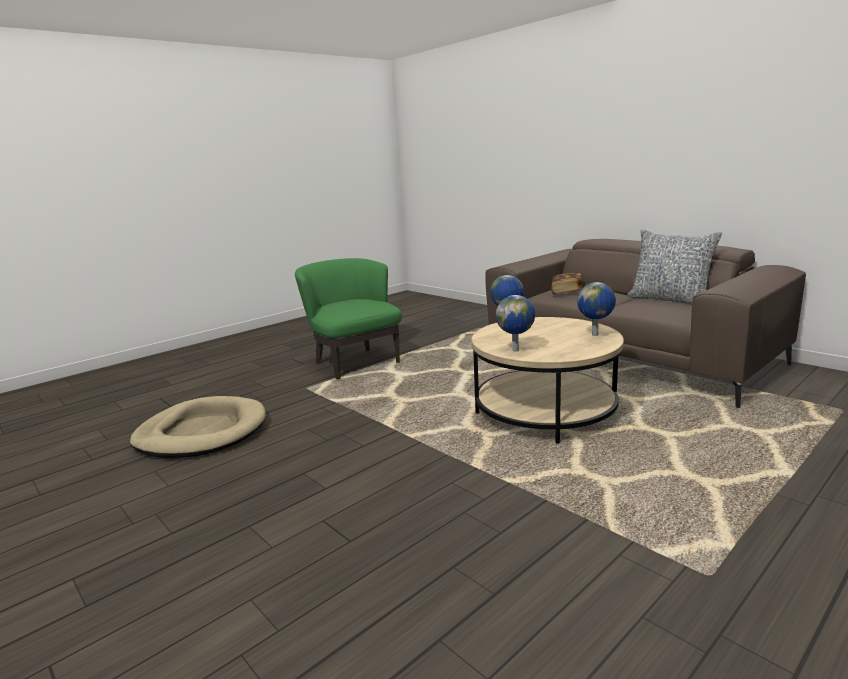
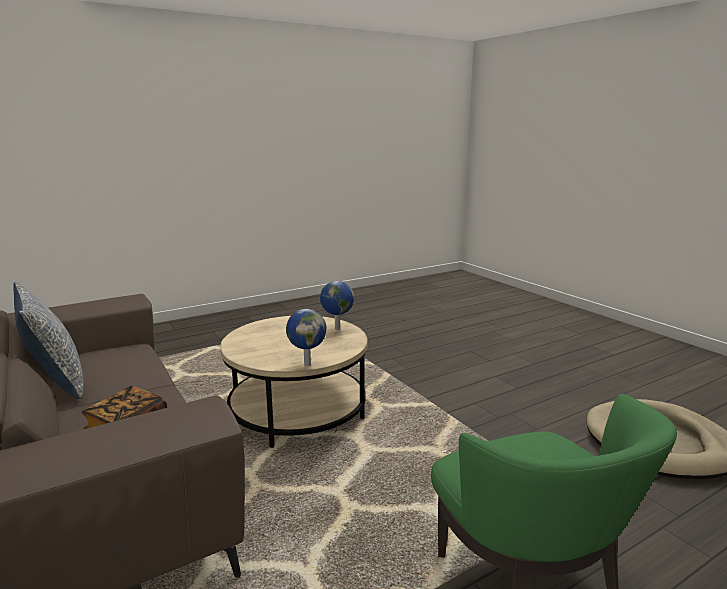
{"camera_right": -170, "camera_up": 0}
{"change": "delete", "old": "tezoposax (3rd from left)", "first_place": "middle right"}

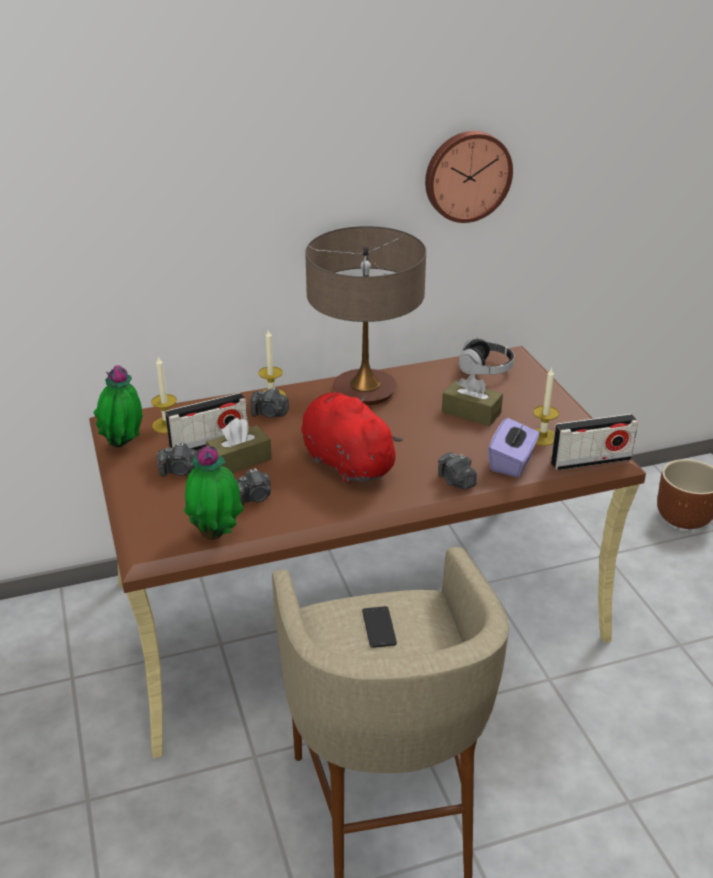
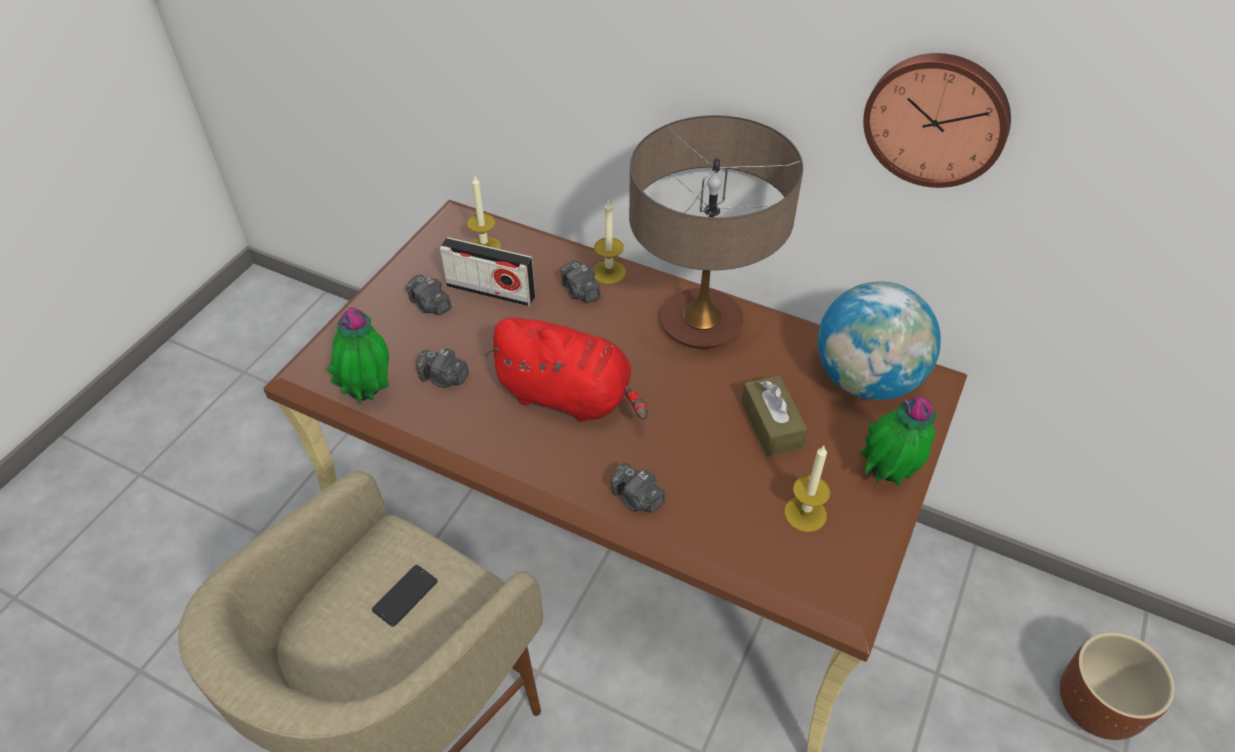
{"camera_right": 45, "camera_up": 15}
{"change": "replace", "old": "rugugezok", "new": "tezoposax", "first_place": "middle right", "second_place": "middle right"}
{"change": "move", "old": "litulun (1st from left in the first image)", "new": "litulun (2nd from left)", "first_place": "middle left", "second_place": "middle right"}
{"change": "rotate", "old": "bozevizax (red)", "first_place": "centre", "second_place": "centre", "degrees": 105}
{"change": "delete", "old": "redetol (2nd from left)", "first_place": "middle right"}
{"change": "delete", "old": "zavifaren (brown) (1st from left)", "first_place": "centre"}
{"change": "delete", "old": "zavifaren (purple)", "first_place": "middle right"}
{"change": "rotate", "old": "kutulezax (4th from left)", "first_place": "centre", "second_place": "centre", "degrees": -60}

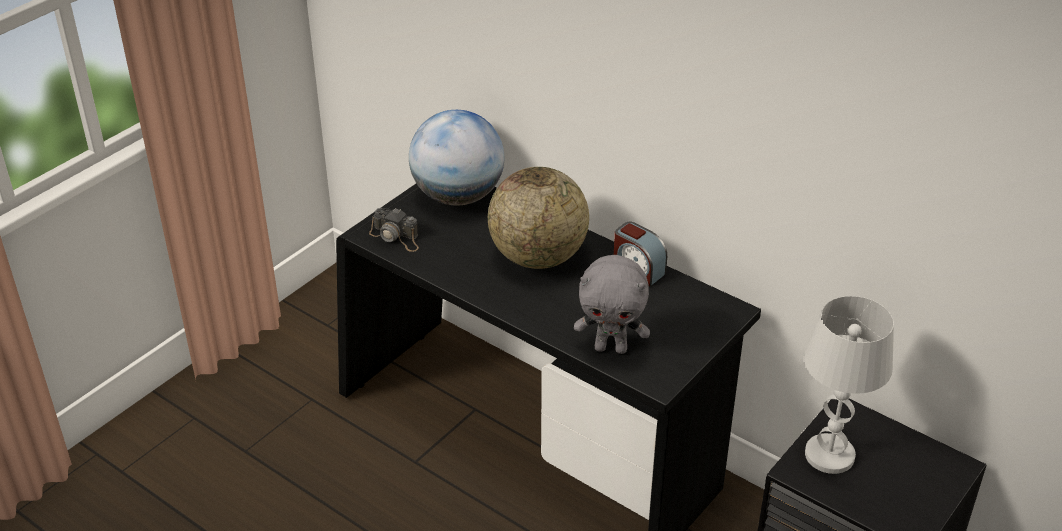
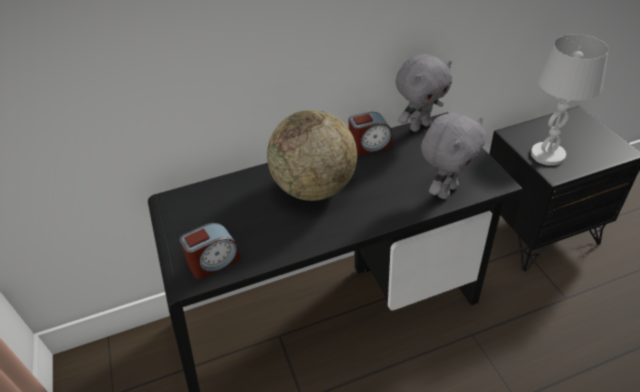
{"camera_right": -55, "camera_up": 5}
{"change": "delete", "old": "tezoposax (1st from left)", "first_place": "top centre"}
{"change": "replace", "old": "kutulezax", "new": "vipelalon (1st from left)", "first_place": "centre", "second_place": "middle left"}
{"change": "insert", "new": "bozevizax (grey) (1st from left)", "second_place": "top centre"}

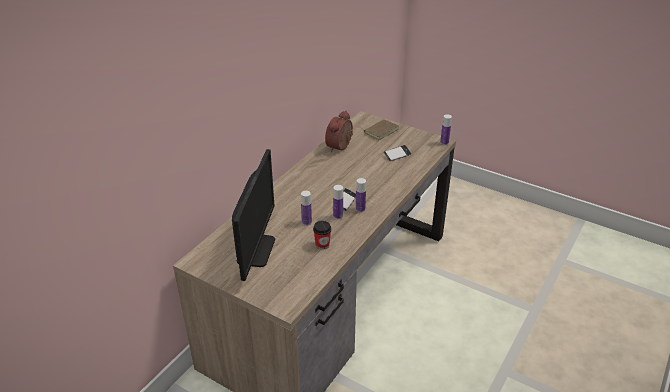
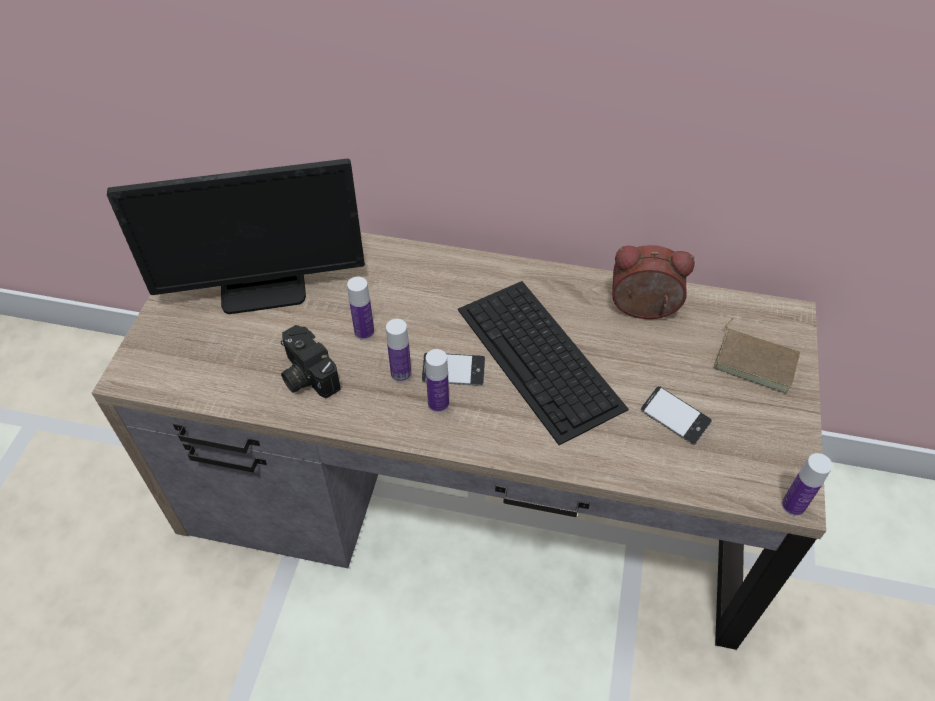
{"camera_right": 70, "camera_up": 15}
{"change": "replace", "old": "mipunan", "new": "kutulezax", "first_place": "centre", "second_place": "middle left"}
{"change": "insert", "new": "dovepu", "second_place": "centre"}

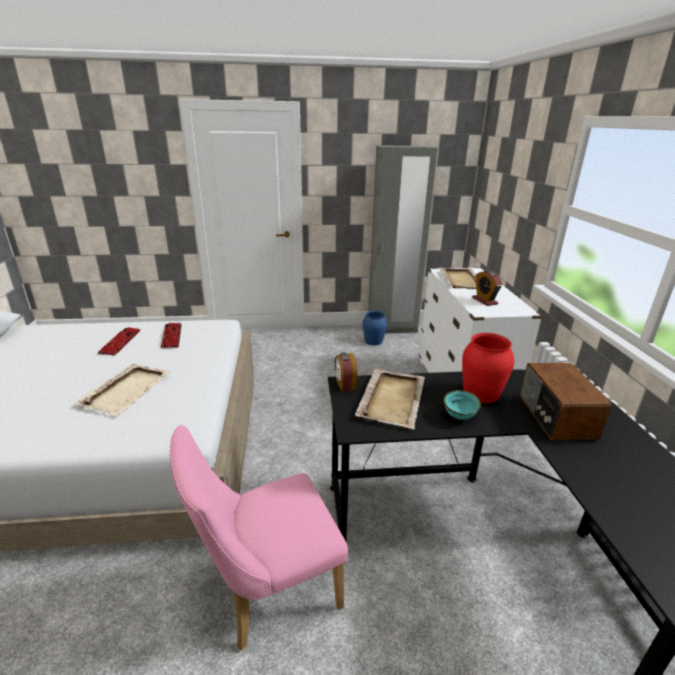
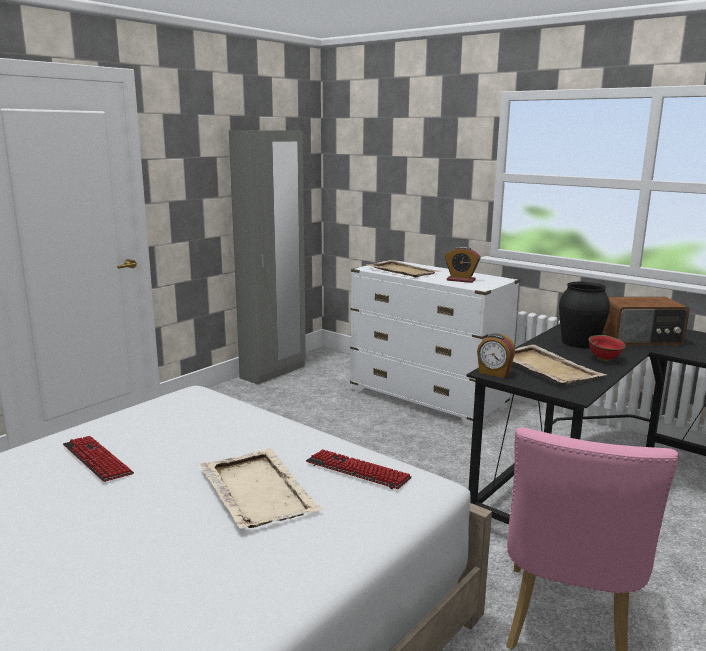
{"camera_right": -45, "camera_up": -10}
{"change": "delete", "old": "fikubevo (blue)", "first_place": "centre"}
{"change": "move", "old": "dovepu (2nd from left)", "first_place": "middle left", "second_place": "bottom centre"}
{"change": "recolor", "old": "fikubevo (red)", "new": "fikubevo (black)", "first_place": "middle right", "second_place": "middle right"}
{"change": "rotate", "old": "redetol", "first_place": "middle right", "second_place": "middle right", "degrees": -45}
{"change": "recolor", "old": "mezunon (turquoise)", "new": "mezunon (red)", "first_place": "middle right", "second_place": "middle right"}

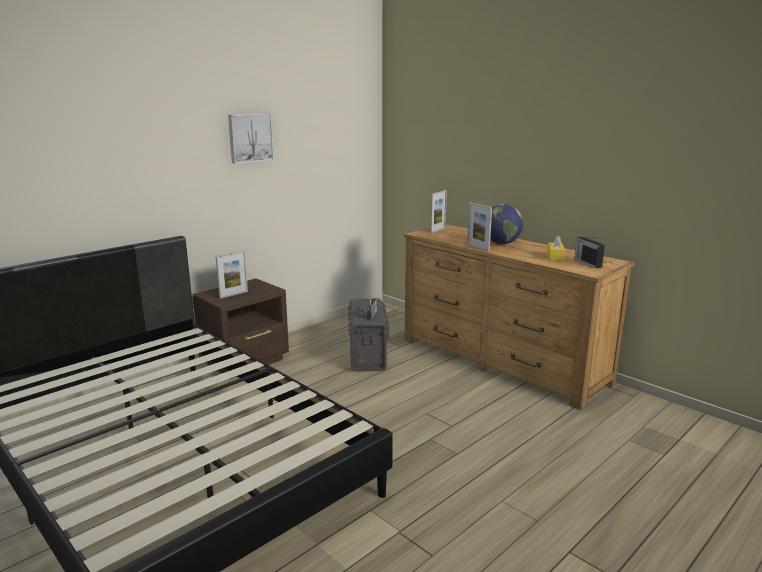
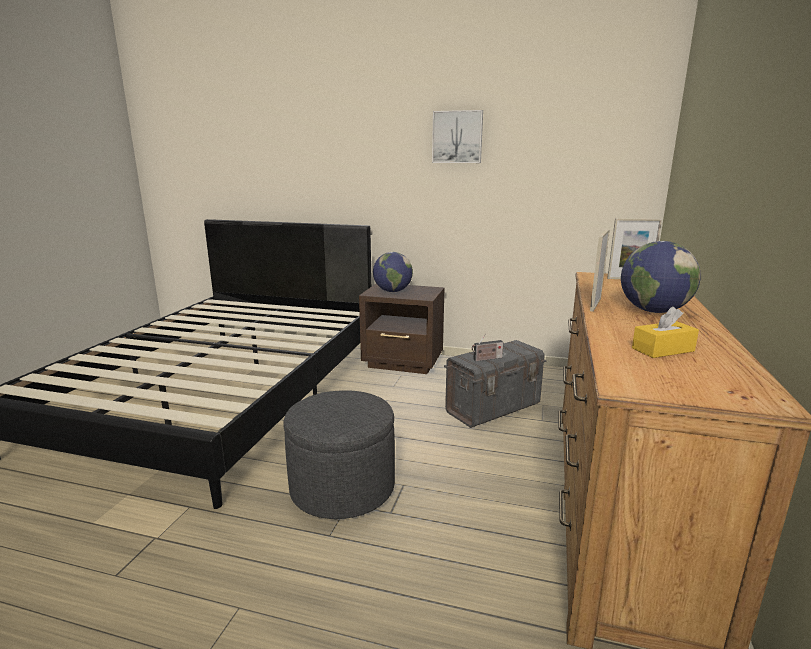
{"camera_right": 60, "camera_up": 0}
{"change": "delete", "old": "redetol (2nd from left)", "first_place": "middle right"}
{"change": "replace", "old": "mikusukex (1st from left)", "new": "tezoposax (1st from left)", "first_place": "middle left", "second_place": "centre"}
{"change": "insert", "new": "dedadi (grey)", "second_place": "bottom centre"}

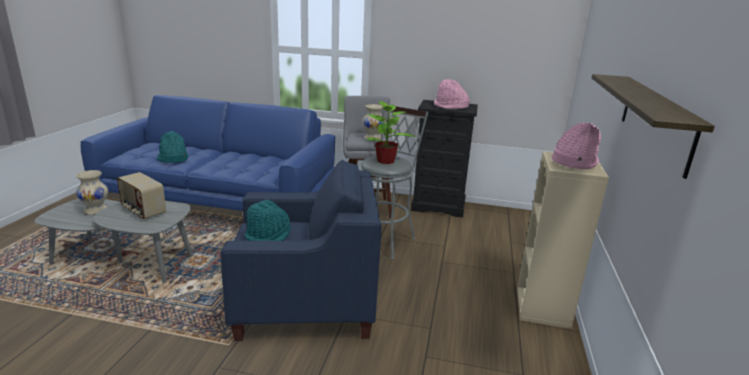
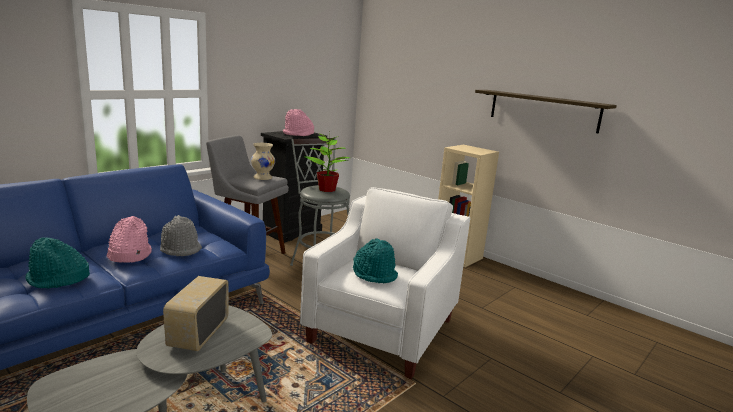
{"camera_right": -60, "camera_up": -5}
{"change": "move", "old": "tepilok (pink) (2nd from left in the first image)", "new": "tepilok (pink) (1st from left)", "first_place": "middle right", "second_place": "middle left"}
{"change": "recolor", "old": "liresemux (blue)", "new": "liresemux (white)", "first_place": "bottom centre", "second_place": "bottom centre"}
{"change": "delete", "old": "fikubevo (beige) (1st from left)", "first_place": "middle left"}
{"change": "rotate", "old": "redetol", "first_place": "middle left", "second_place": "bottom left", "degrees": 120}
{"change": "insert", "new": "tepilok (grey)", "second_place": "middle left"}

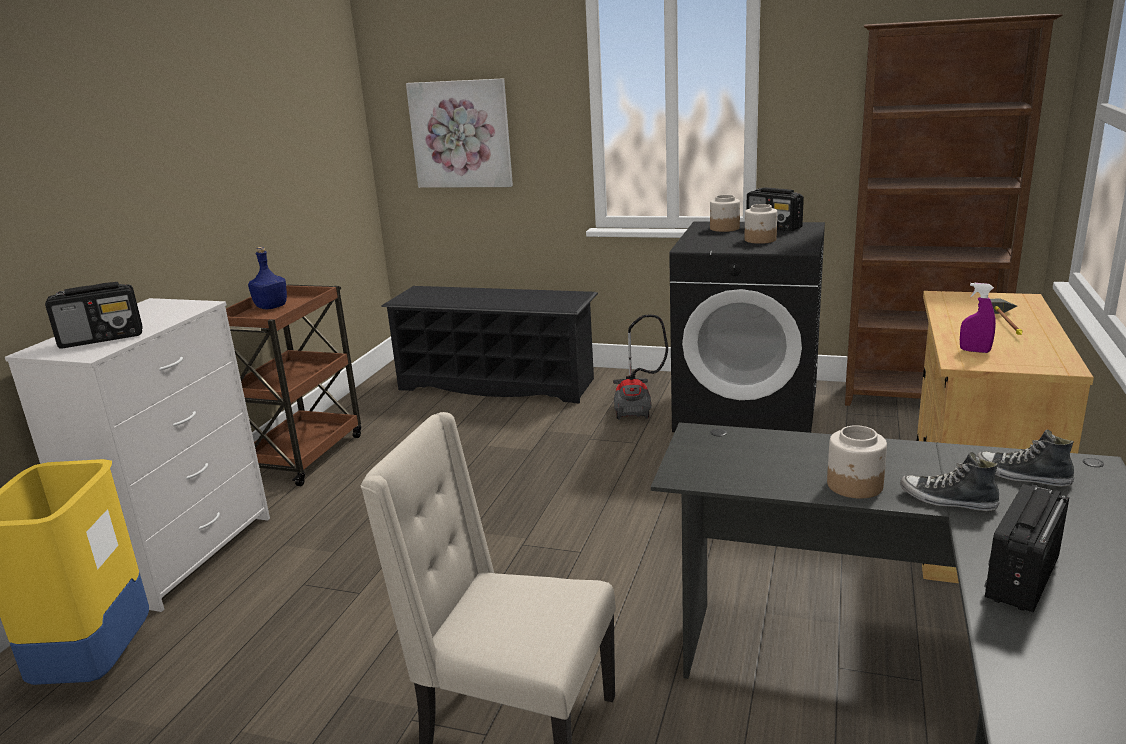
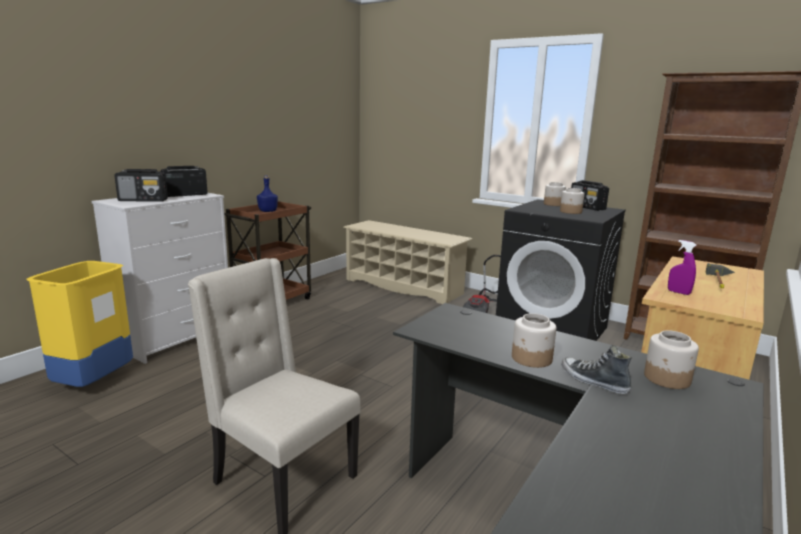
{"camera_right": 15, "camera_up": -5}
{"change": "delete", "old": "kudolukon", "first_place": "top centre"}
{"change": "recolor", "old": "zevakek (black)", "new": "zevakek (beige)", "first_place": "centre", "second_place": "centre"}
{"change": "replace", "old": "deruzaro (2nd from left)", "new": "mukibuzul (4th from left)", "first_place": "middle right", "second_place": "bottom right"}
{"change": "move", "old": "redetol (3rd from left in the first image)", "new": "redetol (2nd from left)", "first_place": "bottom right", "second_place": "middle left"}

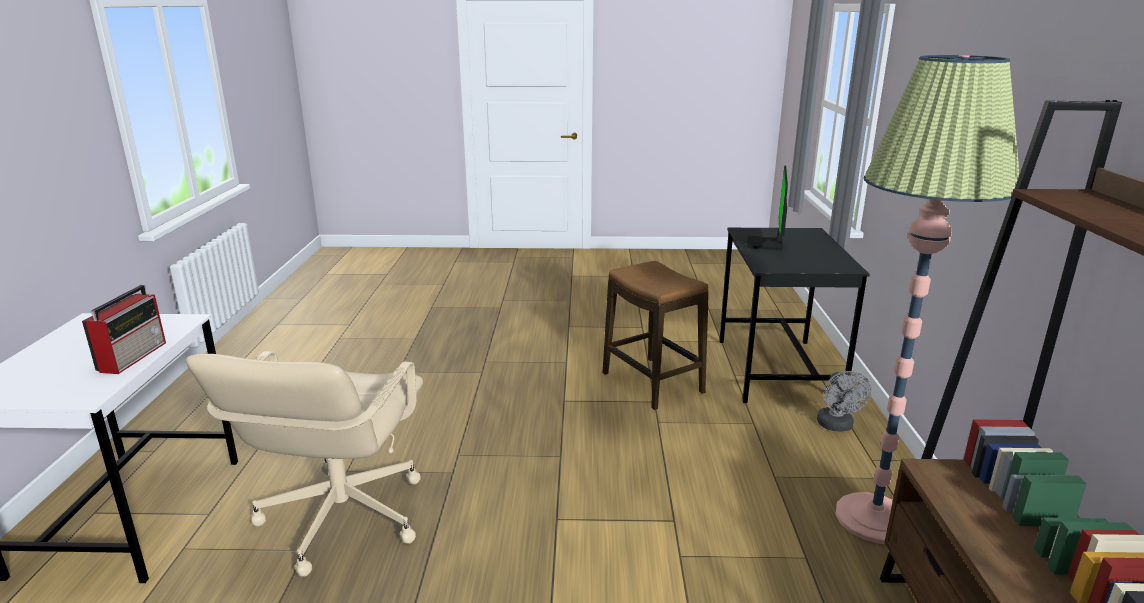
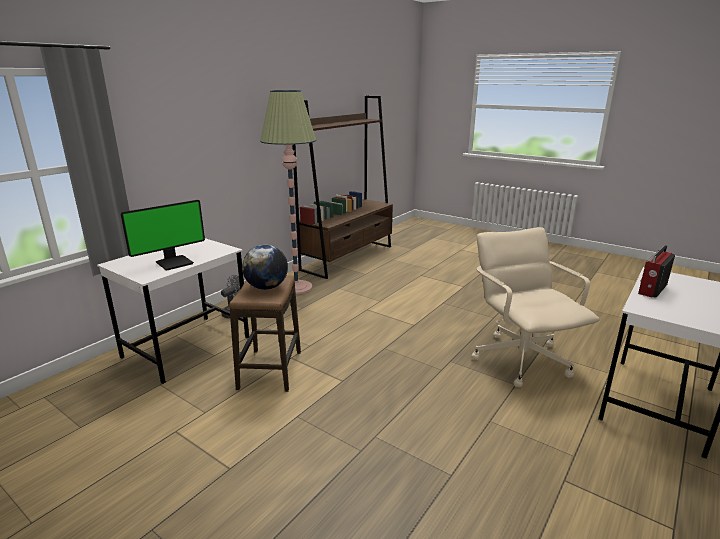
{"camera_right": -145, "camera_up": 0}
{"change": "recolor", "old": "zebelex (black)", "new": "zebelex (white) (1st from left)", "first_place": "middle right", "second_place": "middle left"}
{"change": "rotate", "old": "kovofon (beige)", "first_place": "bottom left", "second_place": "middle right", "degrees": -60}
{"change": "insert", "new": "tezoposax", "second_place": "centre"}

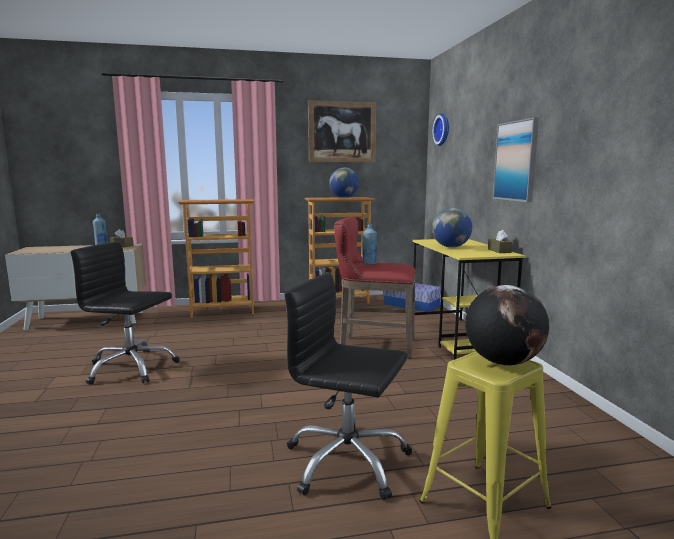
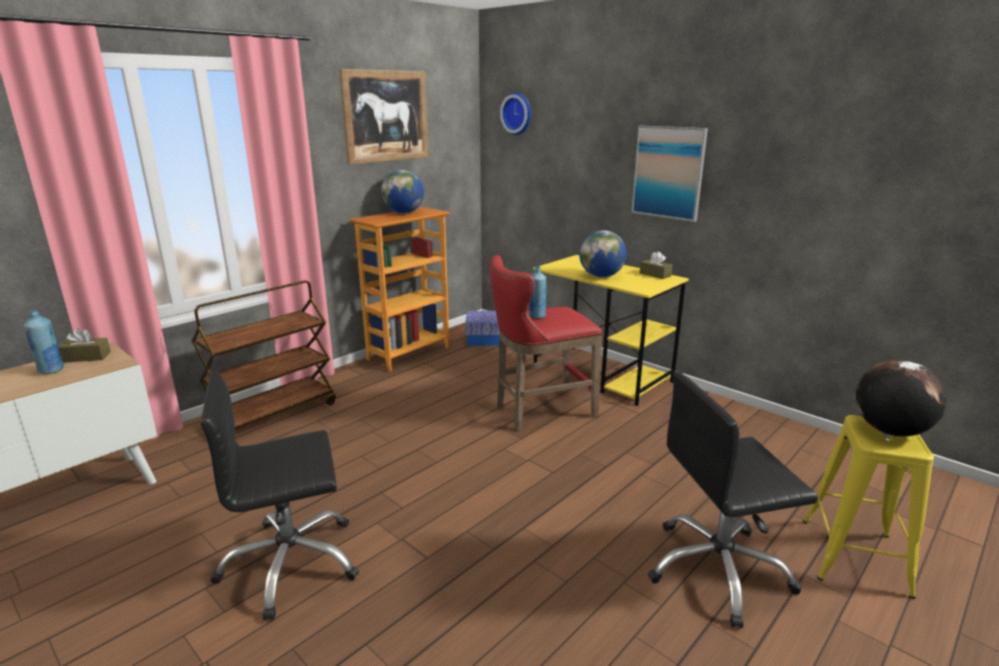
{"camera_right": -35, "camera_up": 10}
{"change": "replace", "old": "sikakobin (1st from left)", "new": "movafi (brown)", "first_place": "middle left", "second_place": "middle left"}

